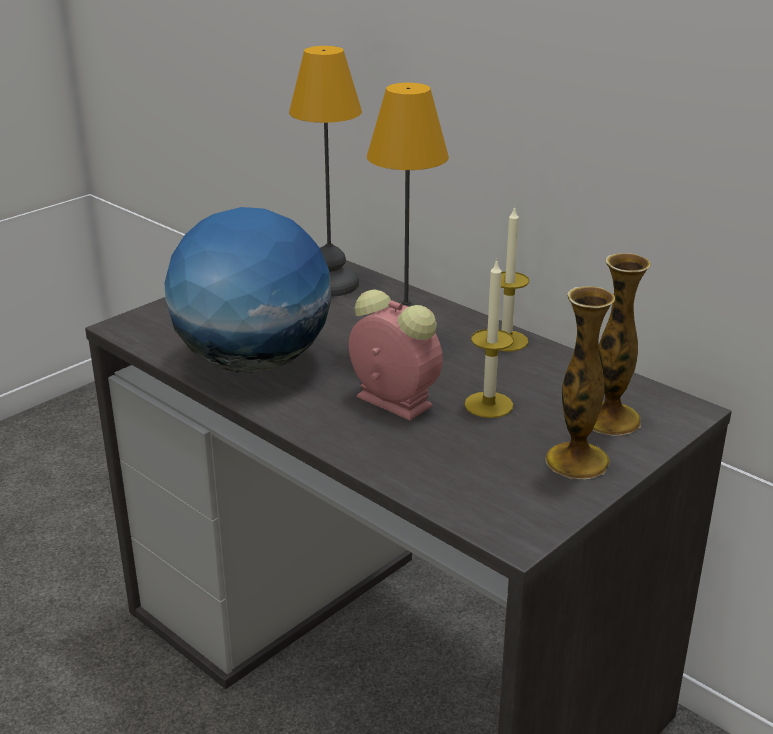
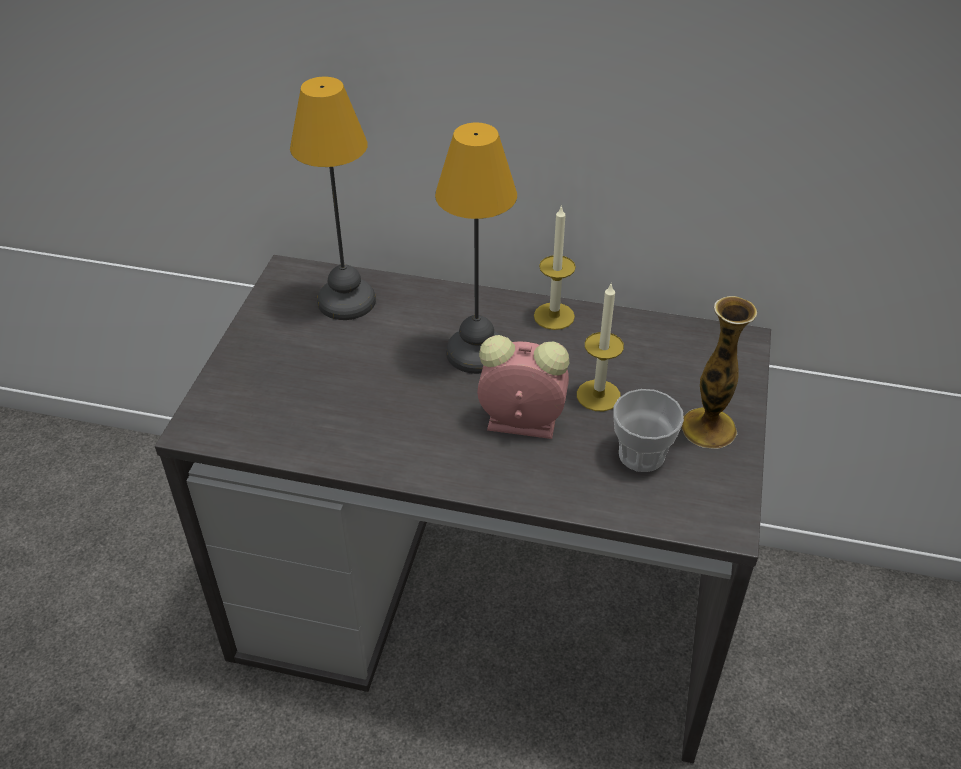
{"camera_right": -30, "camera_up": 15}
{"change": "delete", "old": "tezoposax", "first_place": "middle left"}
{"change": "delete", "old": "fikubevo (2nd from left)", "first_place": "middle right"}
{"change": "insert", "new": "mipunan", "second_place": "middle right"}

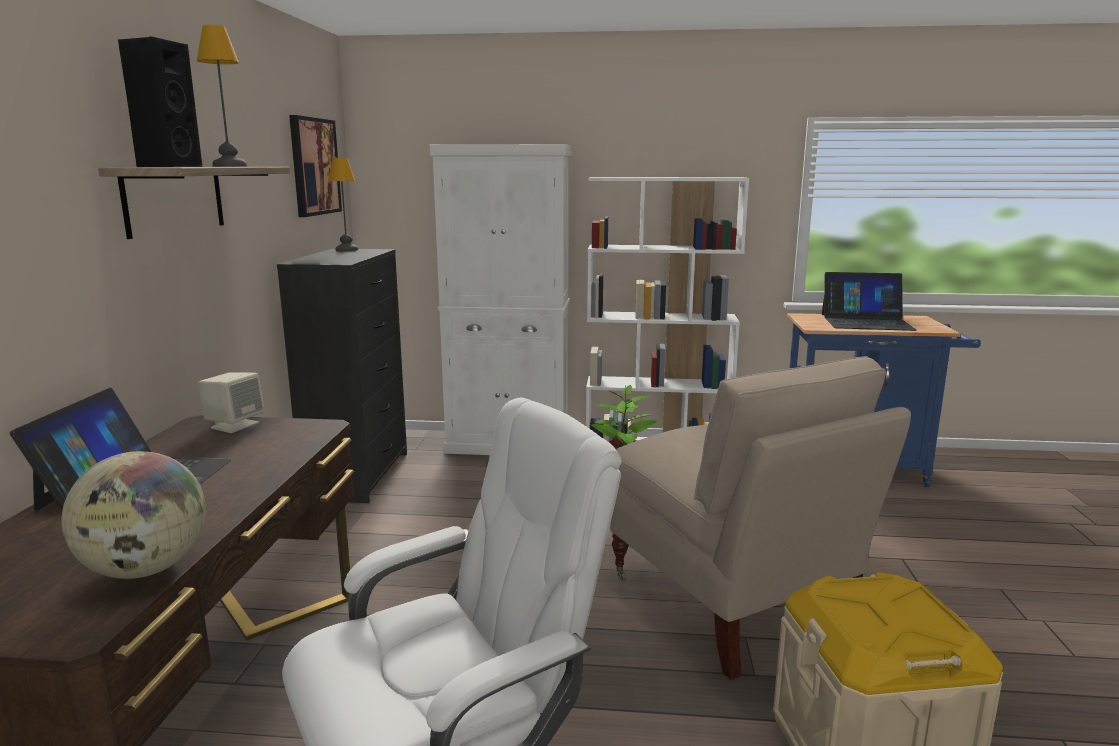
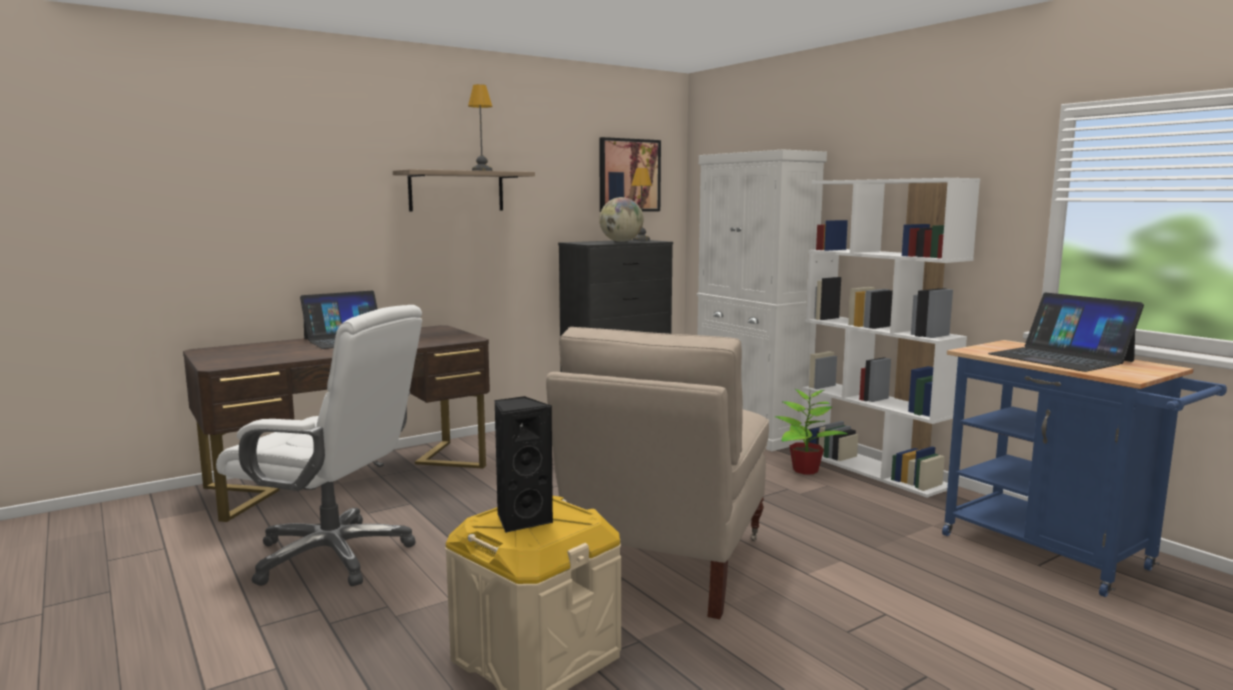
{"camera_right": 50, "camera_up": -5}
{"change": "move", "old": "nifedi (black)", "first_place": "top left", "second_place": "bottom centre"}
{"change": "delete", "old": "nifedi (beige)", "first_place": "middle left"}
{"change": "move", "old": "tezoposax", "first_place": "bottom left", "second_place": "top centre"}

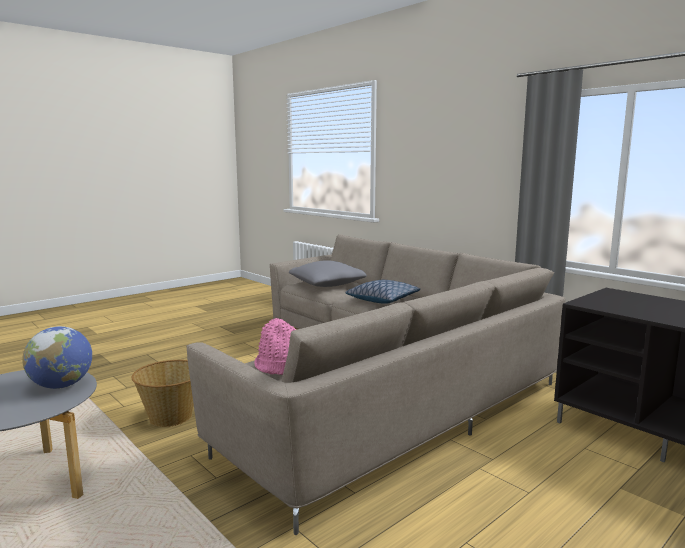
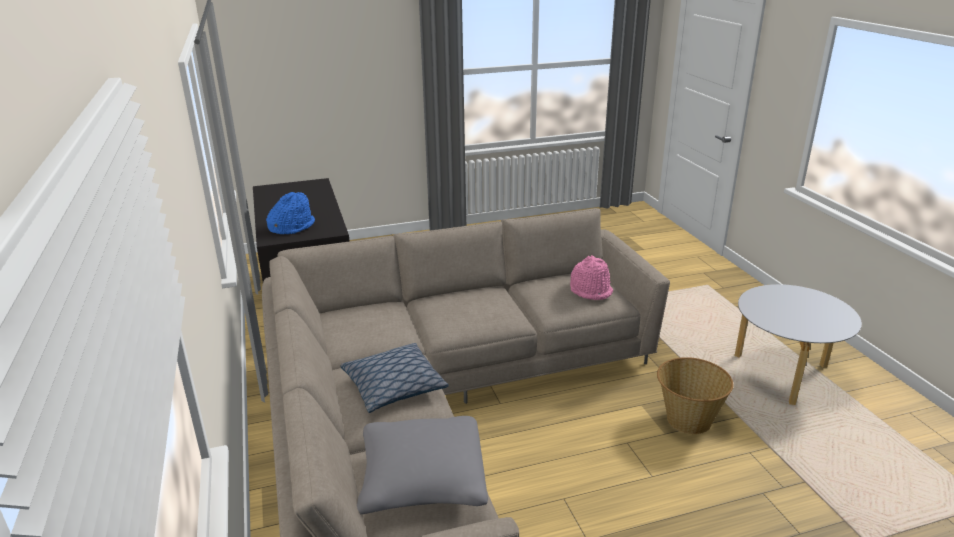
{"camera_right": -155, "camera_up": 15}
{"change": "delete", "old": "tezoposax", "first_place": "middle left"}
{"change": "insert", "new": "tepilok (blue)", "second_place": "middle left"}

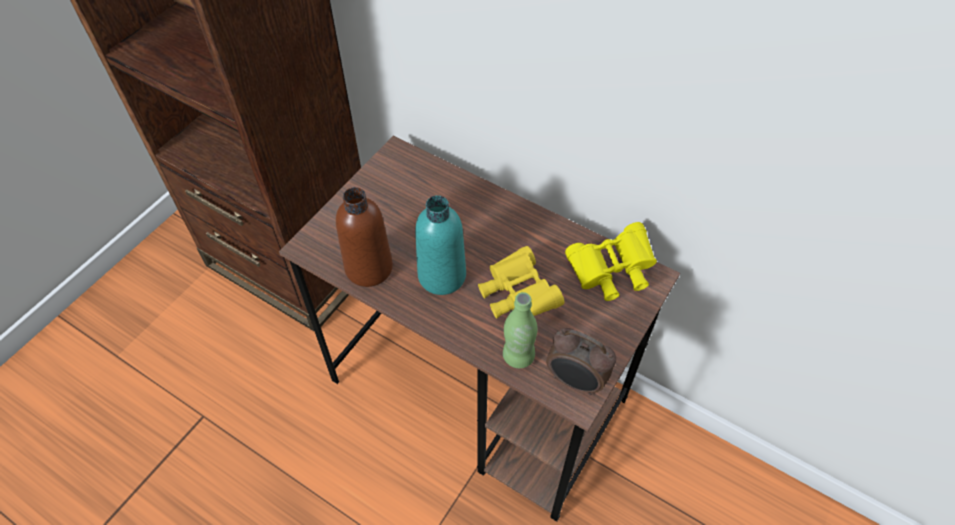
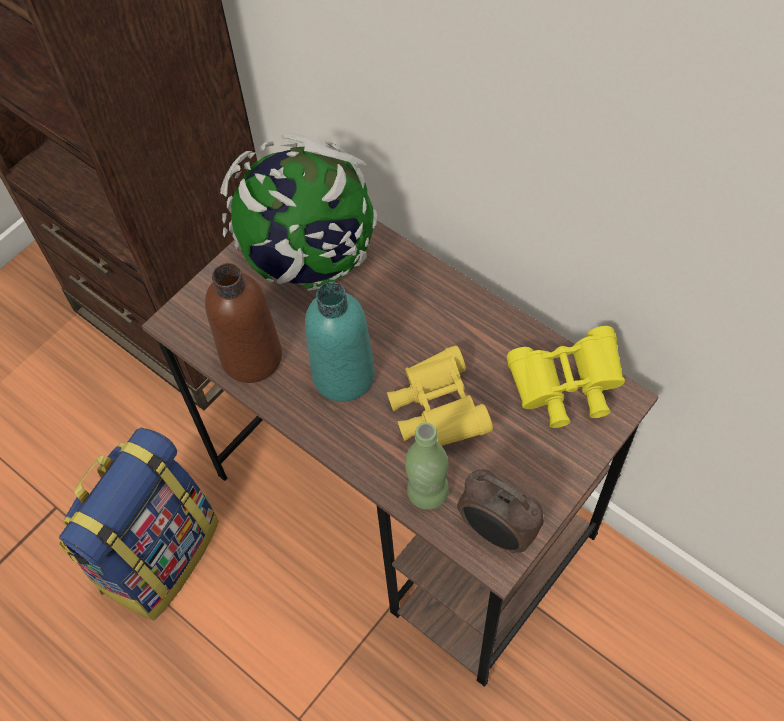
{"camera_right": 10, "camera_up": 5}
{"change": "insert", "new": "tezoposax", "second_place": "top centre"}
{"change": "insert", "new": "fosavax", "second_place": "bottom left"}

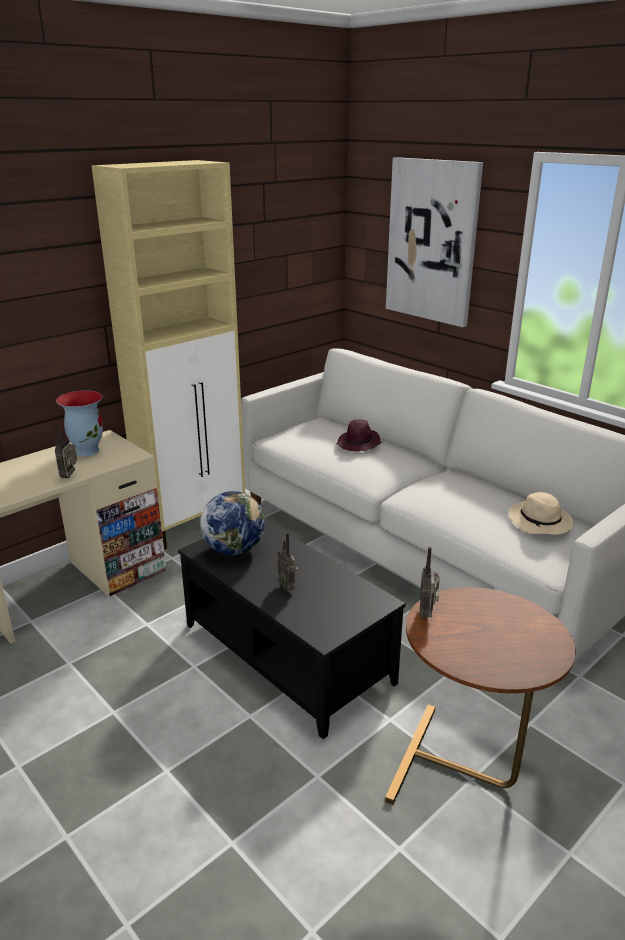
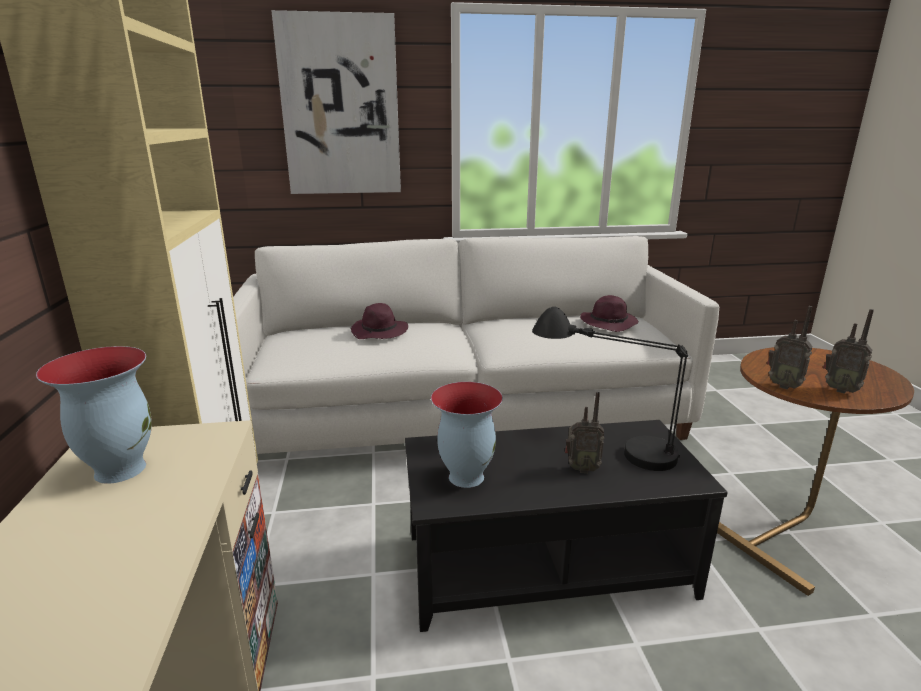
{"camera_right": -55, "camera_up": -5}
{"change": "move", "old": "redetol (1st from left in the first image)", "new": "redetol (3rd from left)", "first_place": "middle left", "second_place": "middle right"}
{"change": "replace", "old": "tezoposax", "new": "fikubevo (2nd from left)", "first_place": "centre", "second_place": "centre"}
{"change": "recolor", "old": "tepilok (beige)", "new": "tepilok (purple) (2nd from left)", "first_place": "middle right", "second_place": "centre"}
{"change": "insert", "new": "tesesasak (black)", "second_place": "centre"}

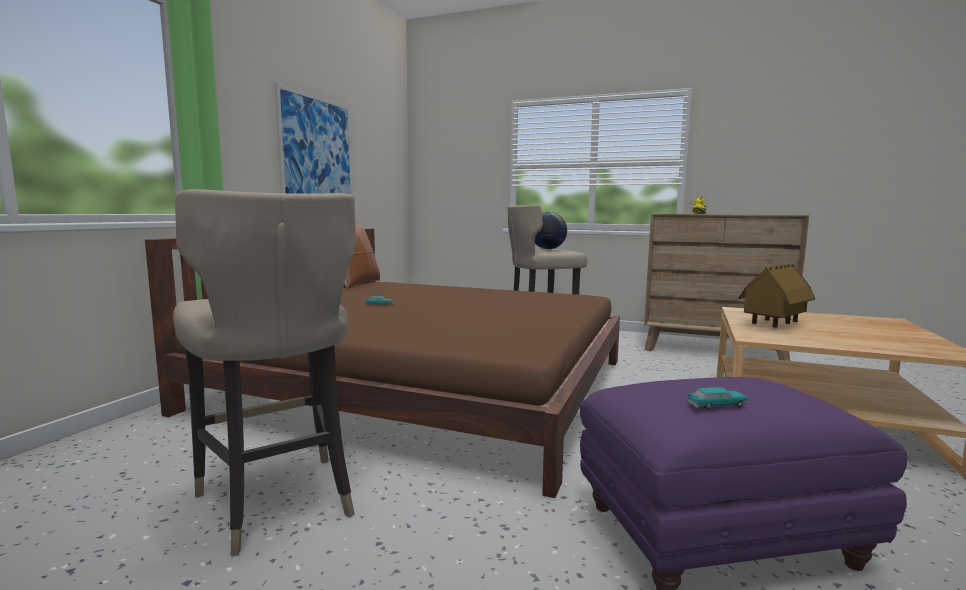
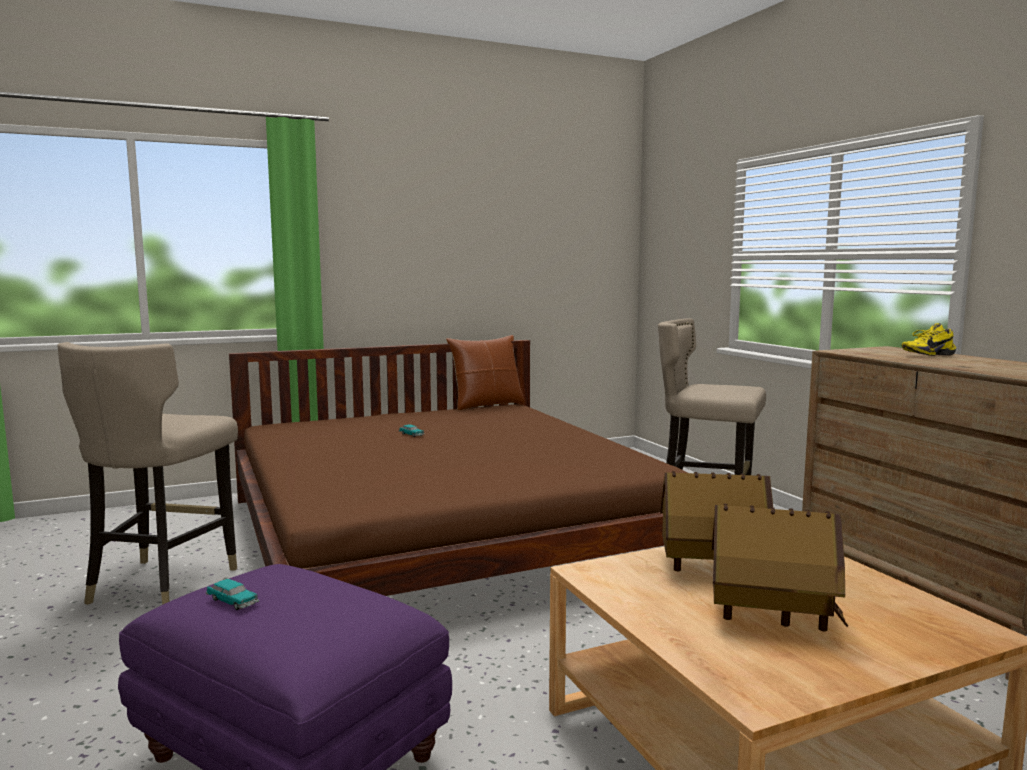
{"camera_right": 45, "camera_up": 0}
{"change": "delete", "old": "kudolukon", "first_place": "top left"}
{"change": "delete", "old": "tezoposax", "first_place": "centre"}
{"change": "insert", "new": "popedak (2nd from left)", "second_place": "bottom right"}

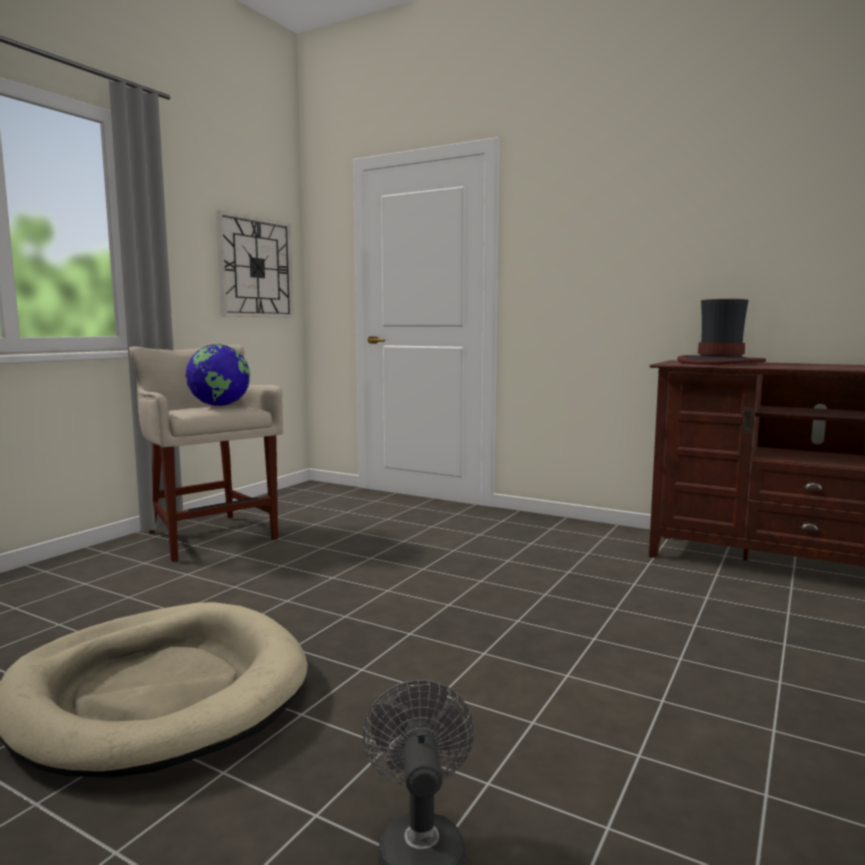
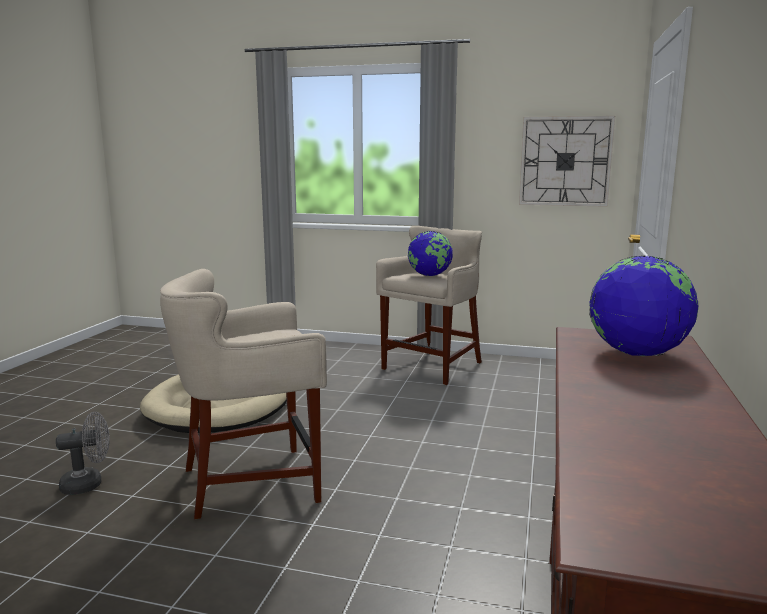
{"camera_right": 75, "camera_up": 5}
{"change": "replace", "old": "tepilok", "new": "tezoposax (2nd from left)", "first_place": "middle right", "second_place": "middle right"}
{"change": "insert", "new": "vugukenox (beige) (1st from left)", "second_place": "middle left"}

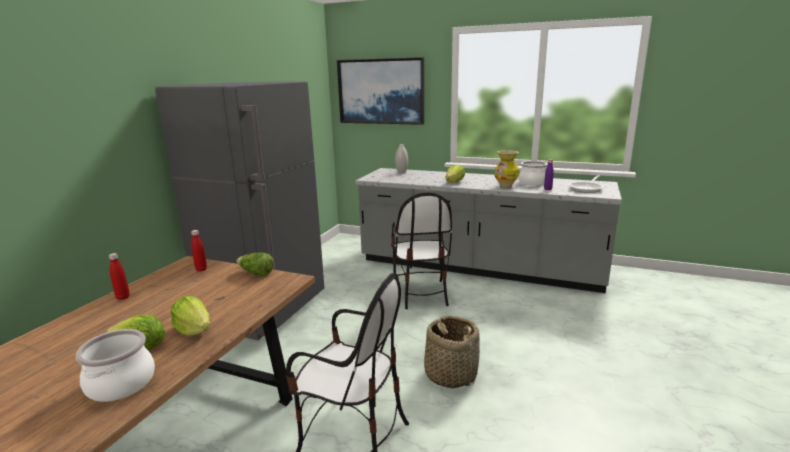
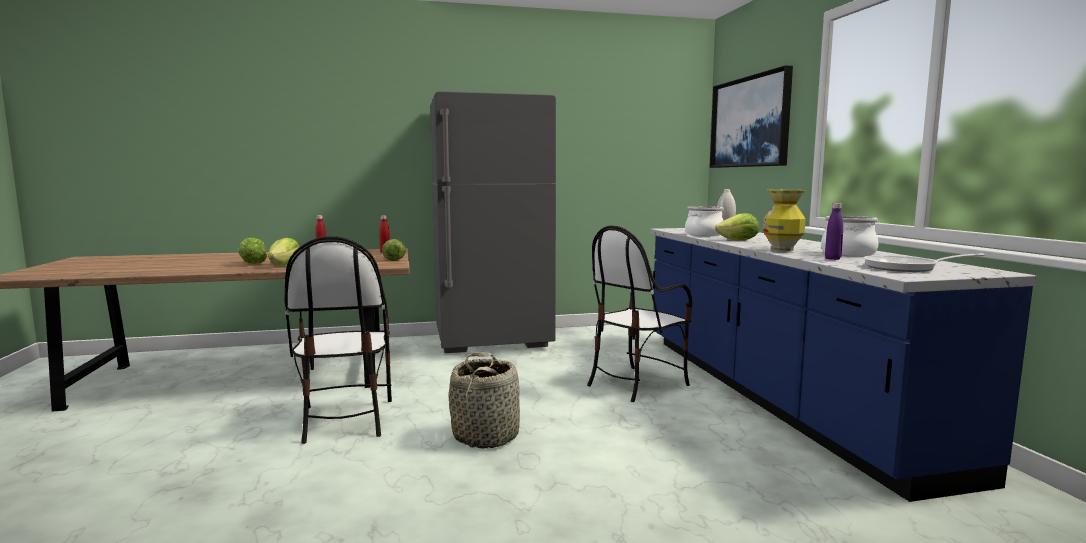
{"camera_right": 55, "camera_up": -10}
{"change": "recolor", "old": "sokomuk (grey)", "new": "sokomuk (blue)", "first_place": "centre", "second_place": "bottom right"}
{"change": "move", "old": "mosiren (1st from left)", "first_place": "bottom left", "second_place": "centre"}

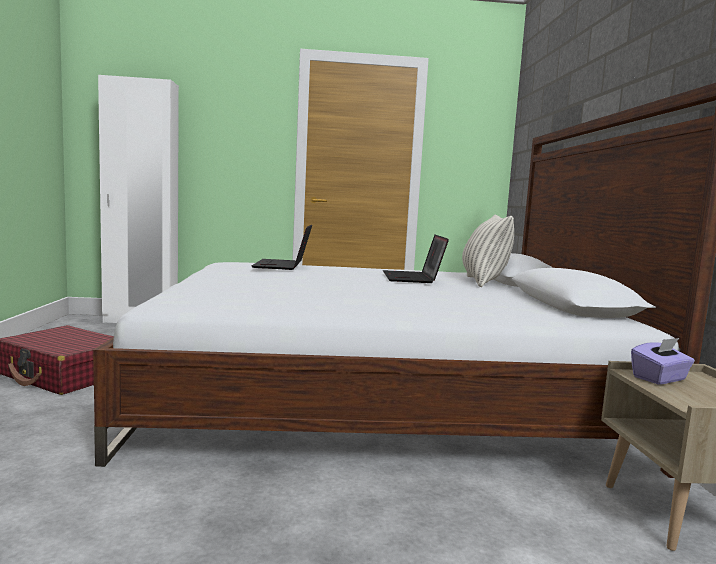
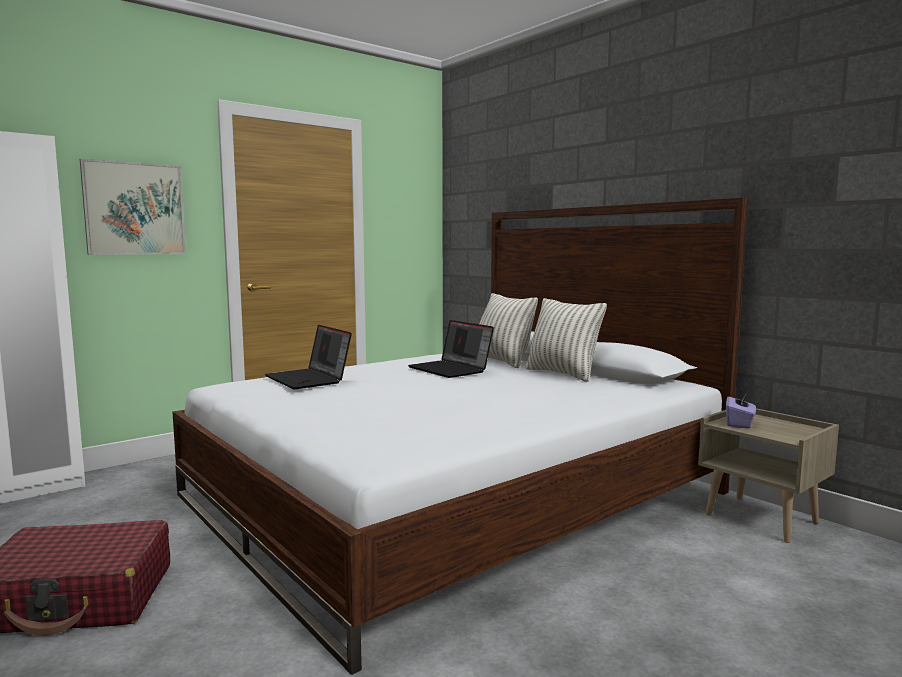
{"camera_right": -35, "camera_up": 0}
{"change": "insert", "new": "kudolukon", "second_place": "top left"}
{"change": "insert", "new": "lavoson (2nd from left)", "second_place": "centre"}

